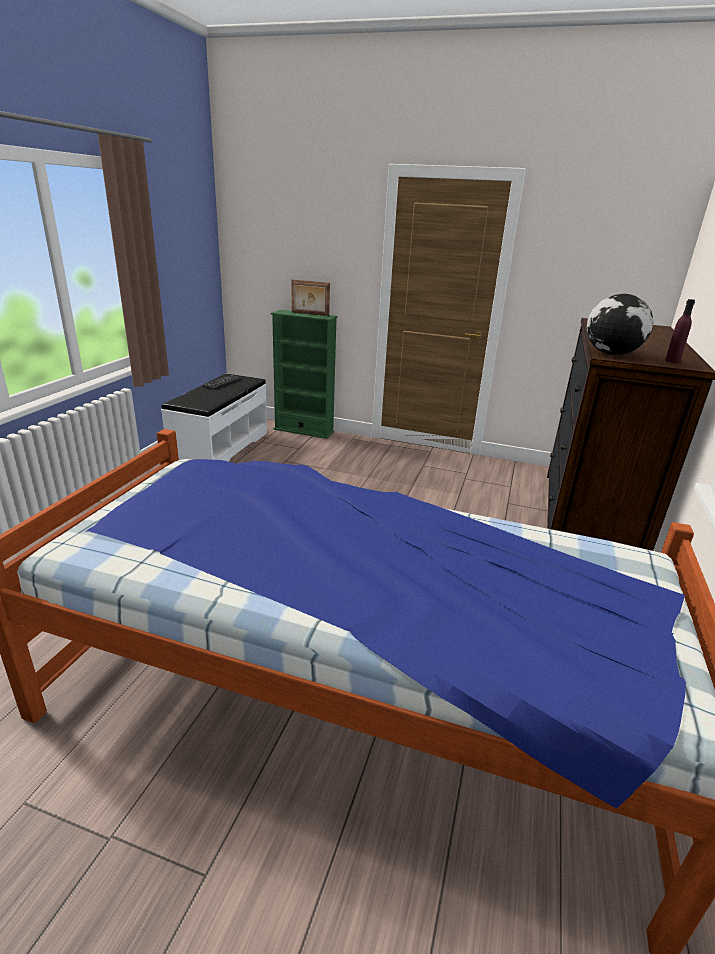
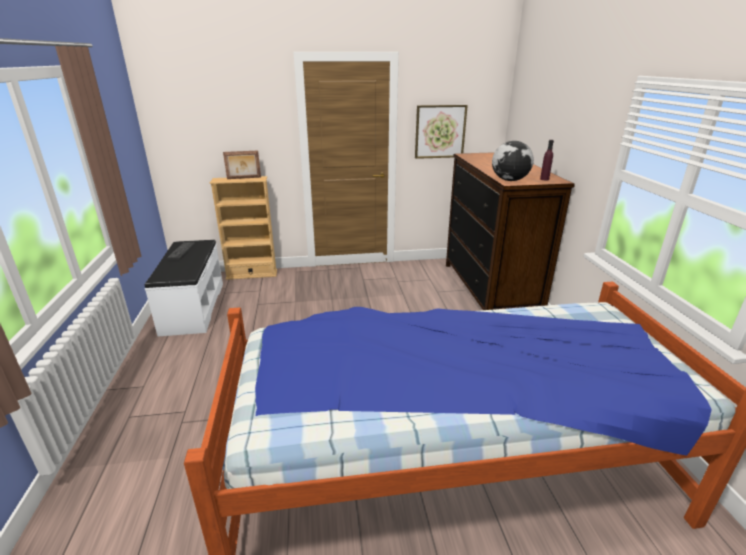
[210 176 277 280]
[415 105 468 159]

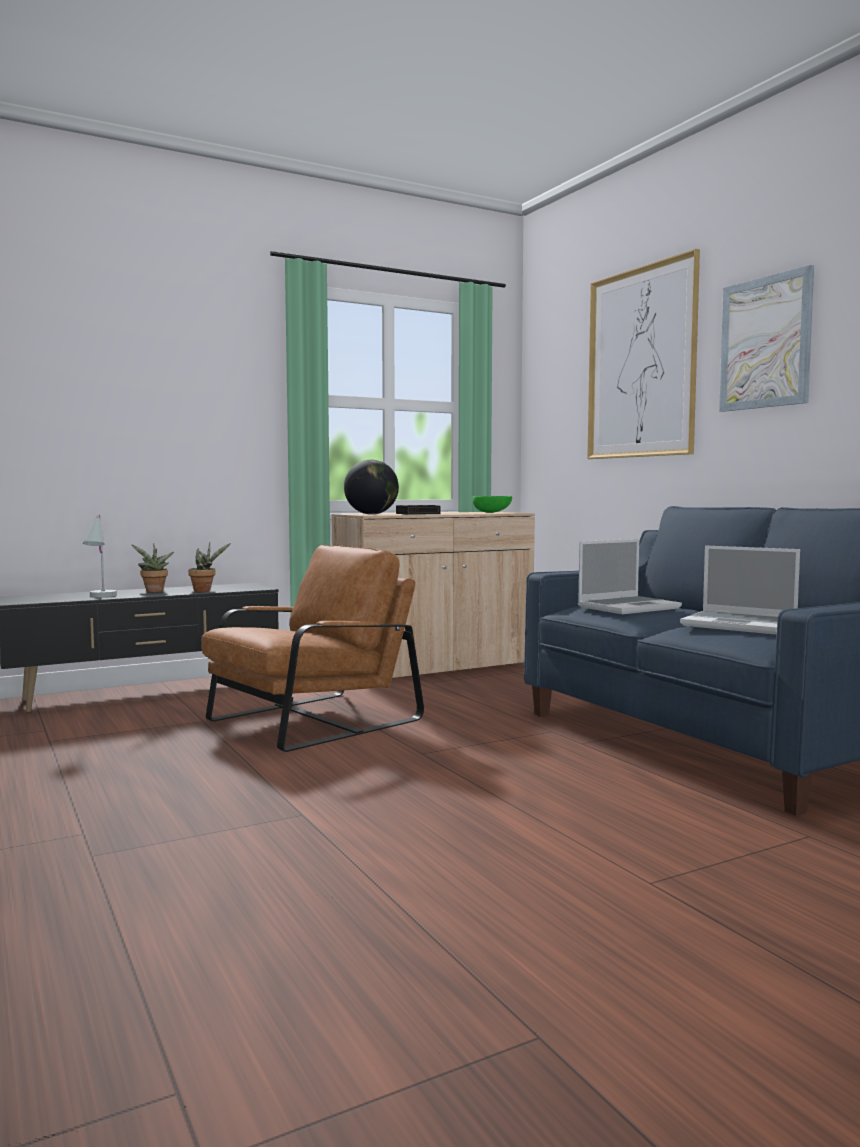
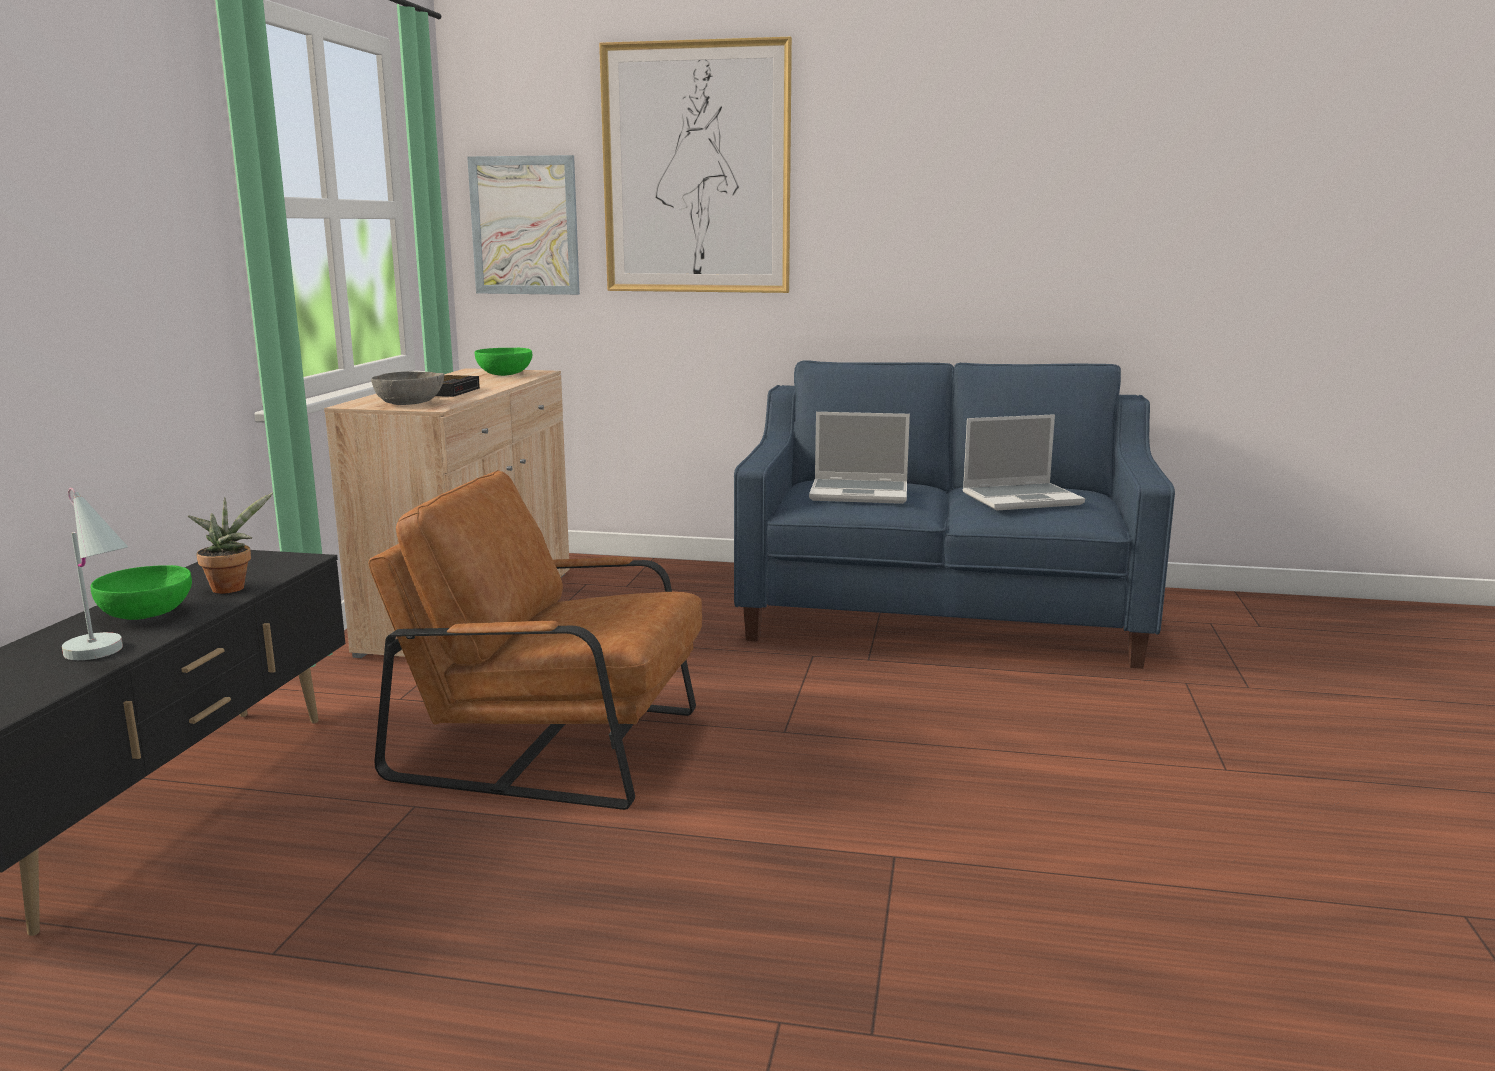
[91 565 192 620]
[368 470 702 810]
[371 371 444 405]
[809 412 910 504]
[467 155 580 295]

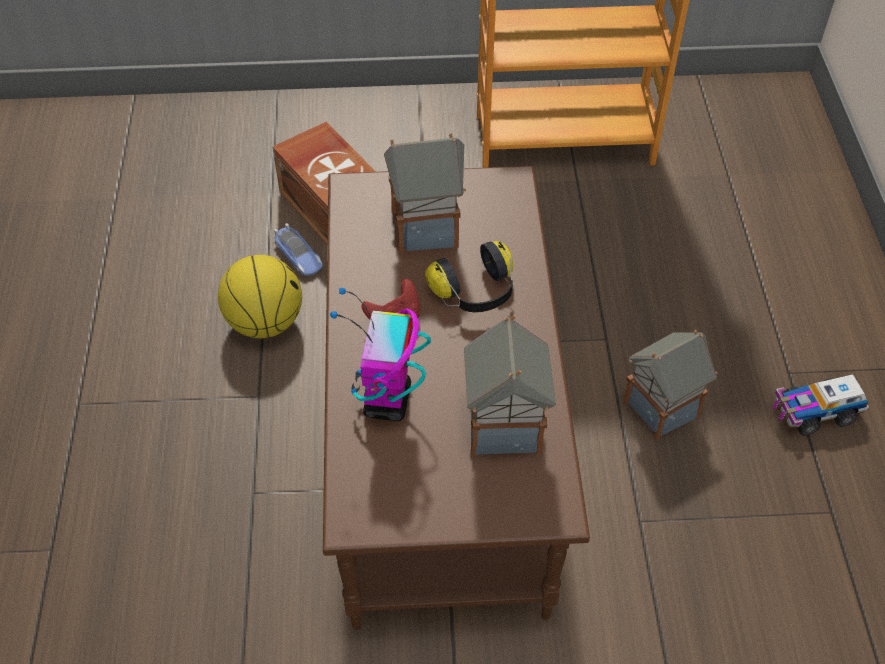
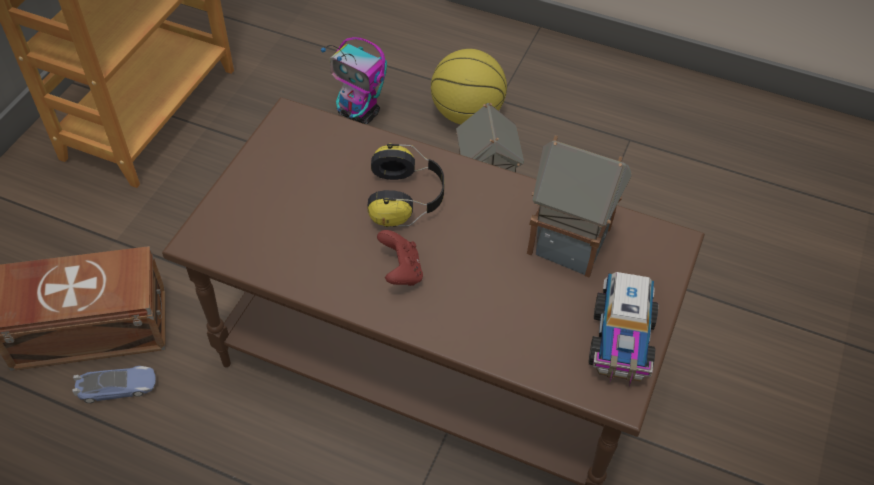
[431 49 507 125]
[321 37 387 125]
[384 133 466 254] (first image)
[589 272 658 386]

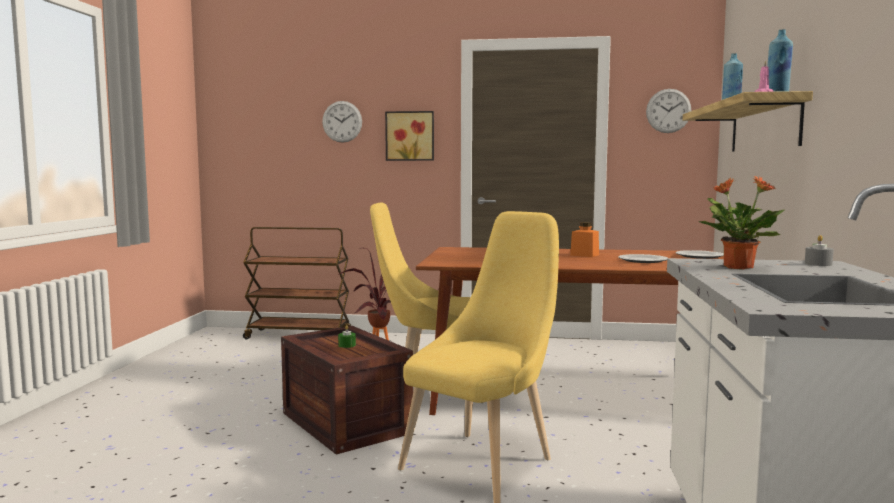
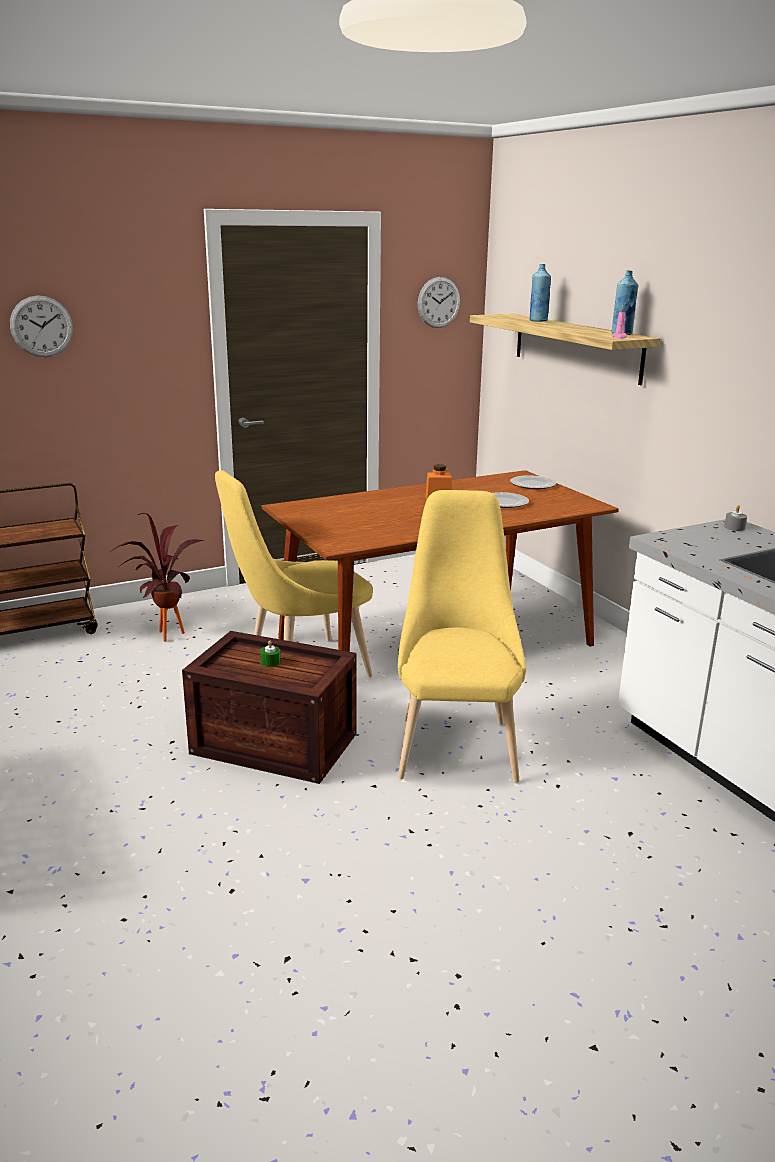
[385 111 434 161] (first image)
[698 176 785 270] (first image)

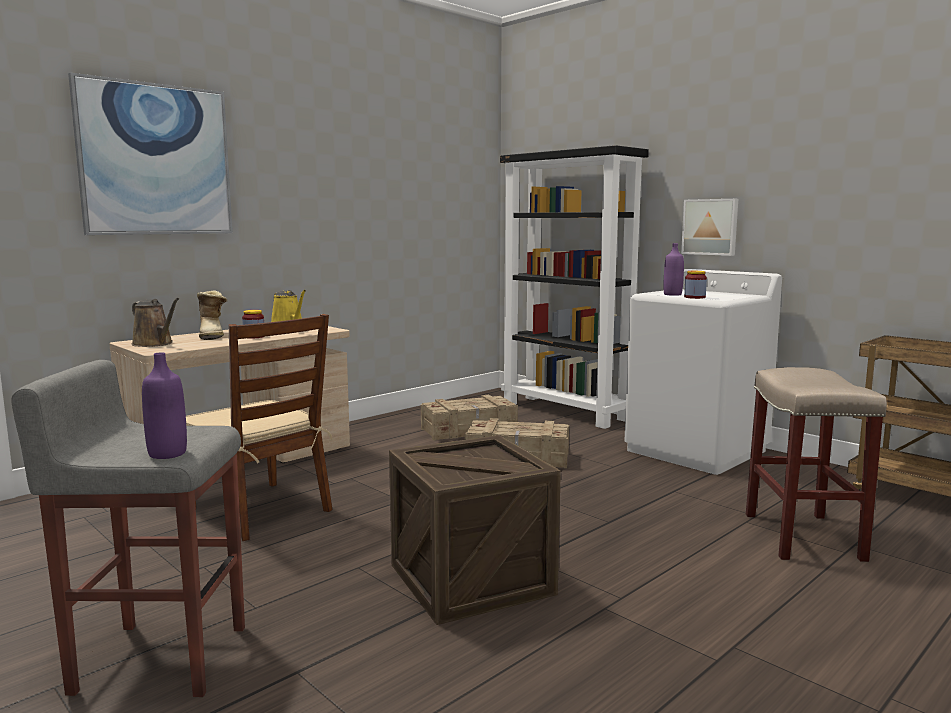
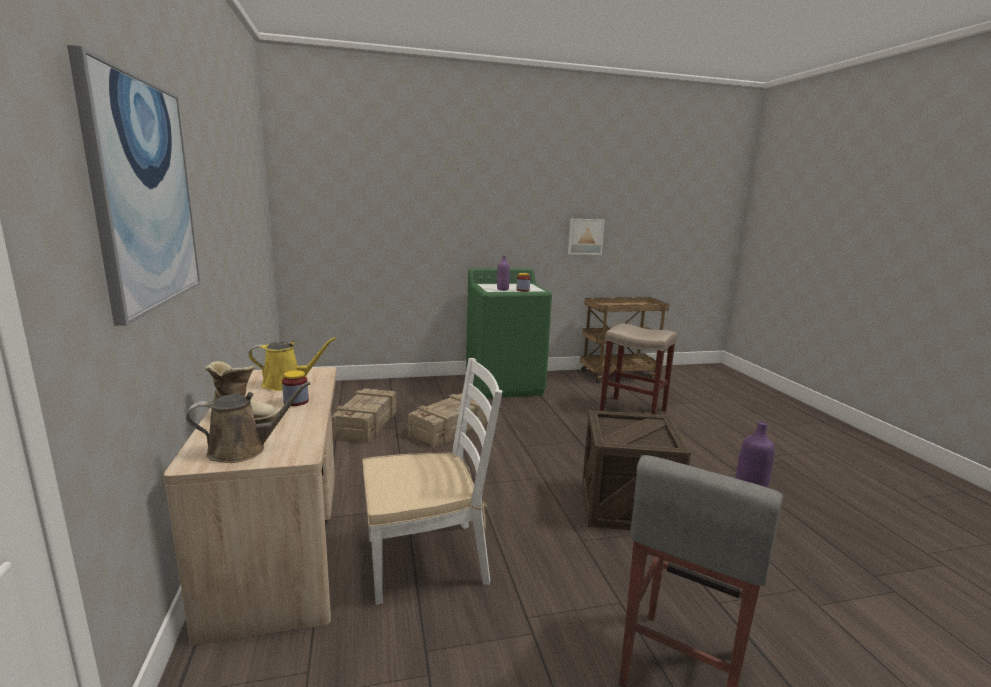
[362 358 502 605]
[500 145 649 429] (first image)
[466 269 552 399]
[568 219 605 255]

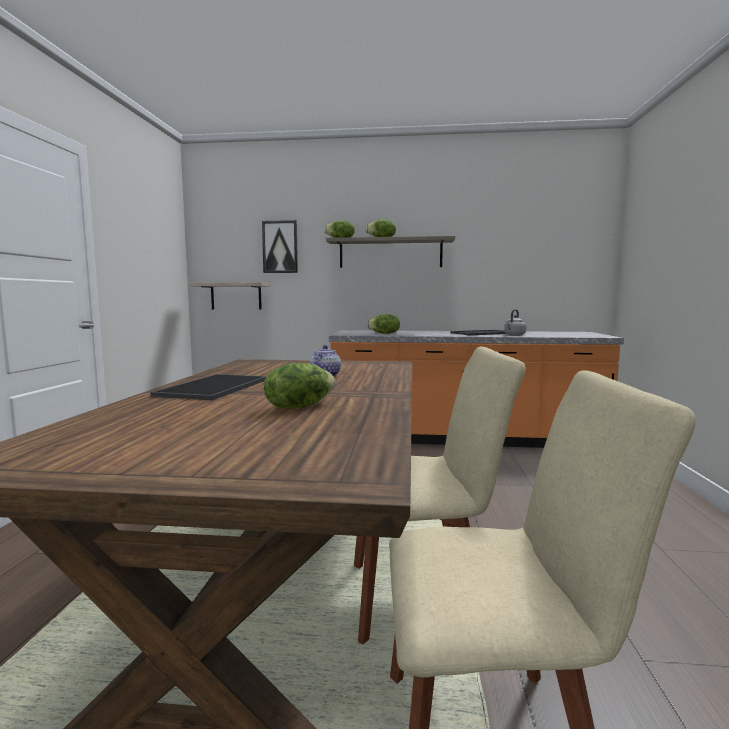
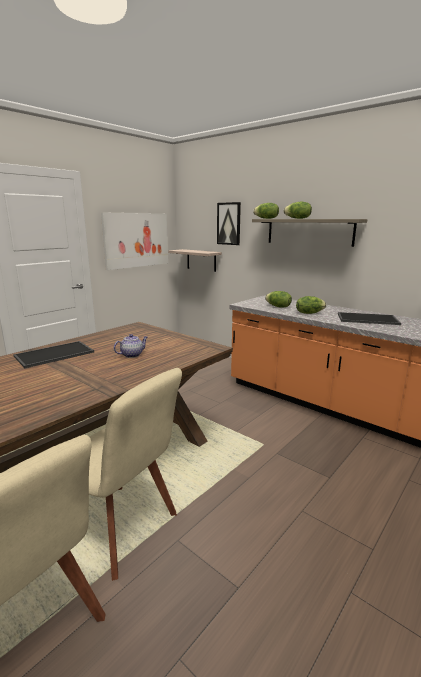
[296 296 326 314]
[504 309 526 336] (first image)
[101 212 168 270]

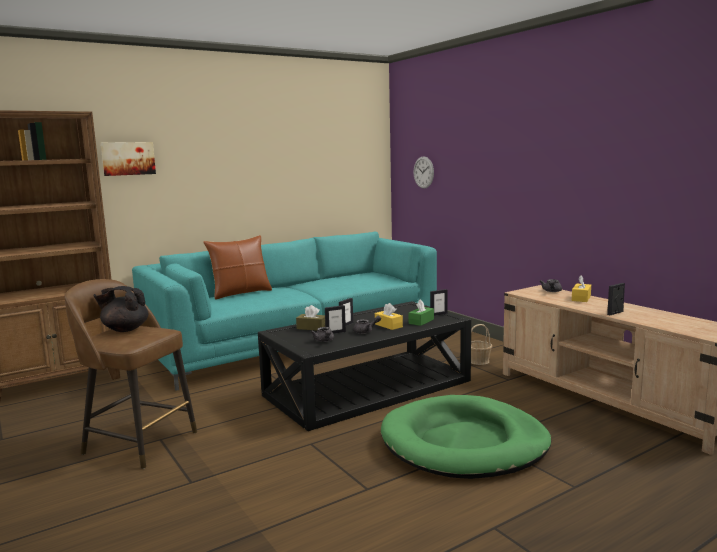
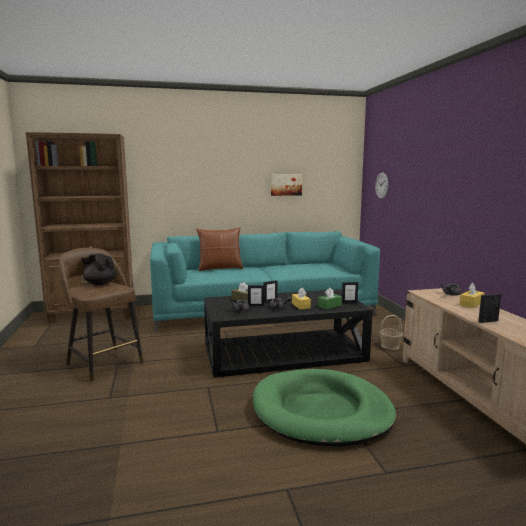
[271 175 302 196]

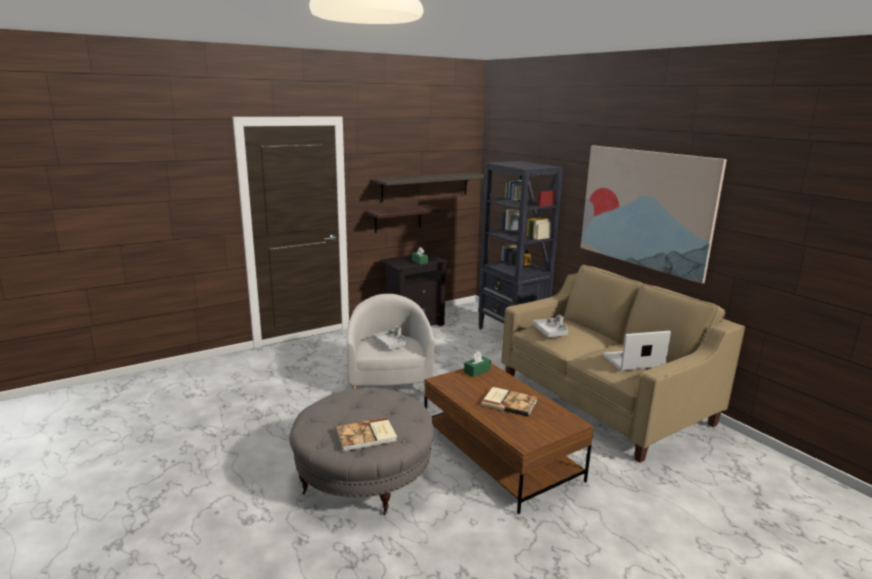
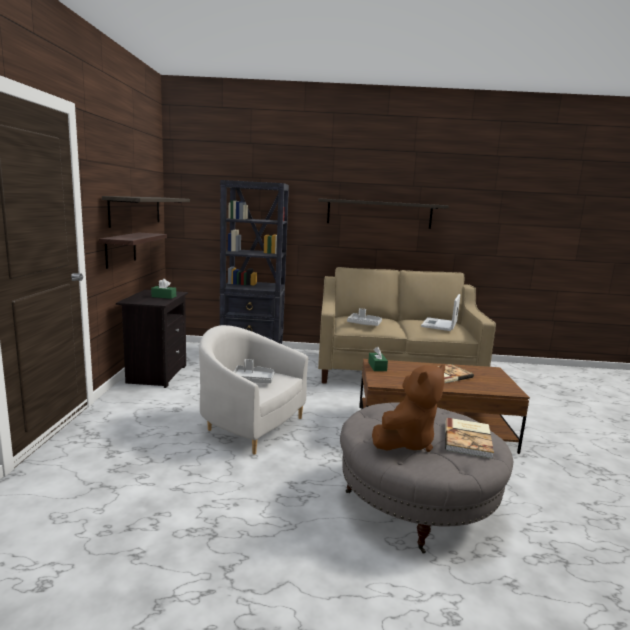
[318 198 449 229]
[372 365 445 452]

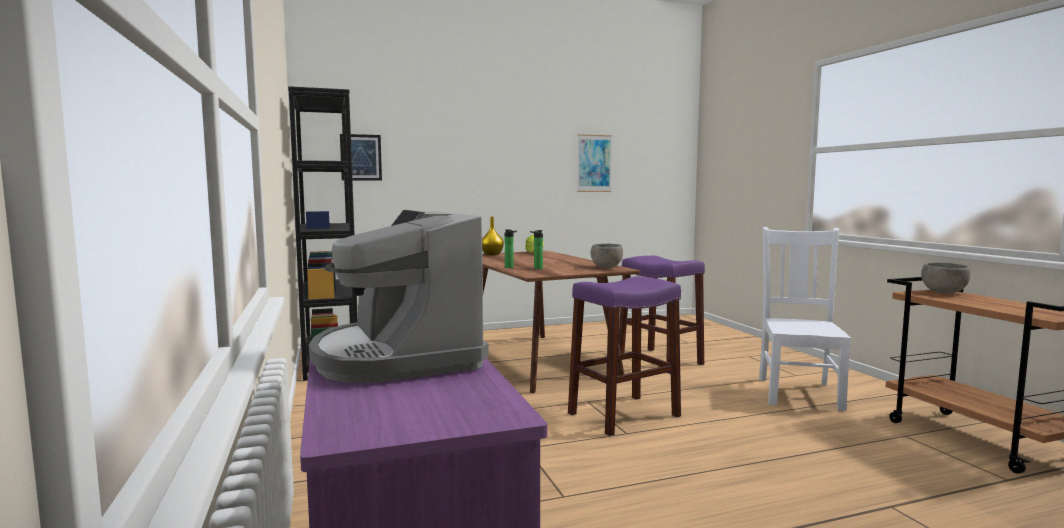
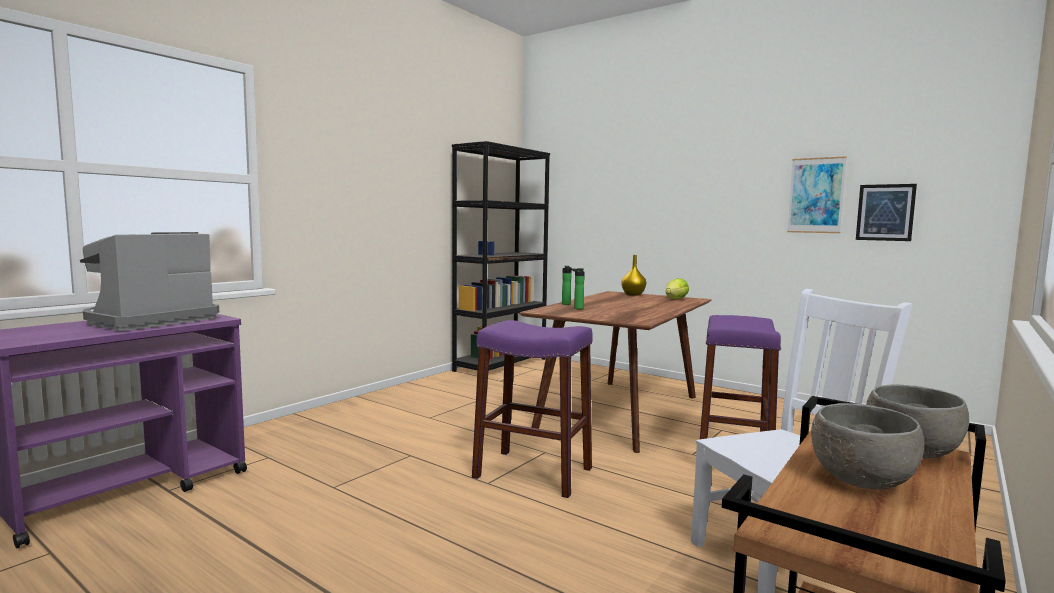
[856 184 917 241]
[811 403 924 490]

